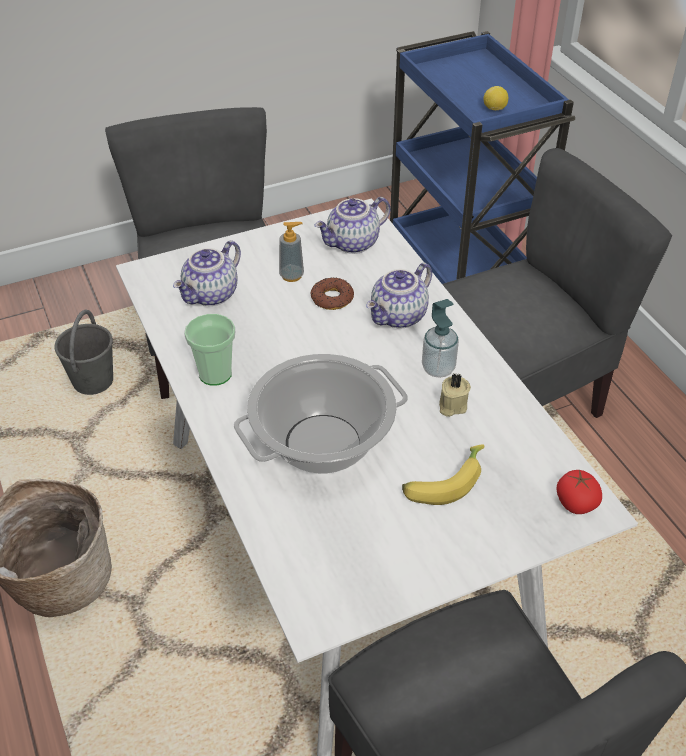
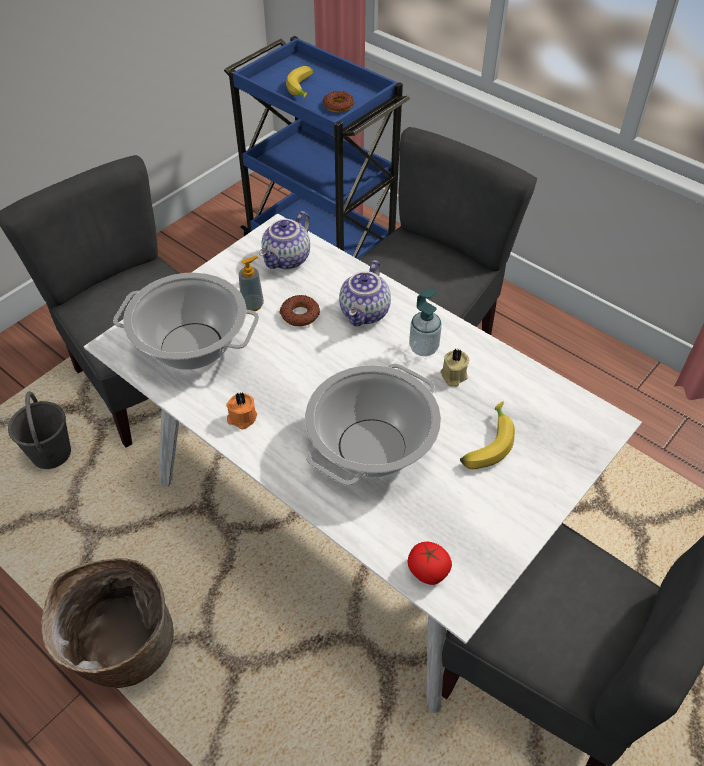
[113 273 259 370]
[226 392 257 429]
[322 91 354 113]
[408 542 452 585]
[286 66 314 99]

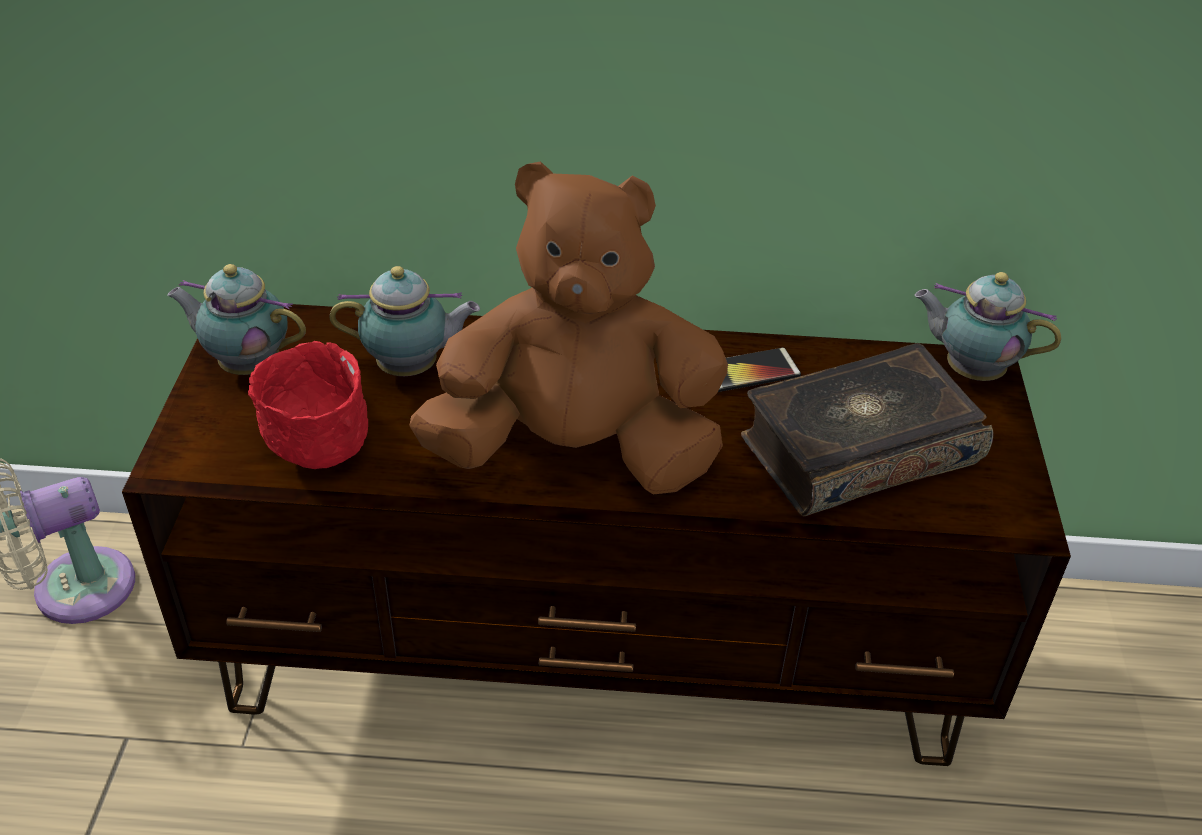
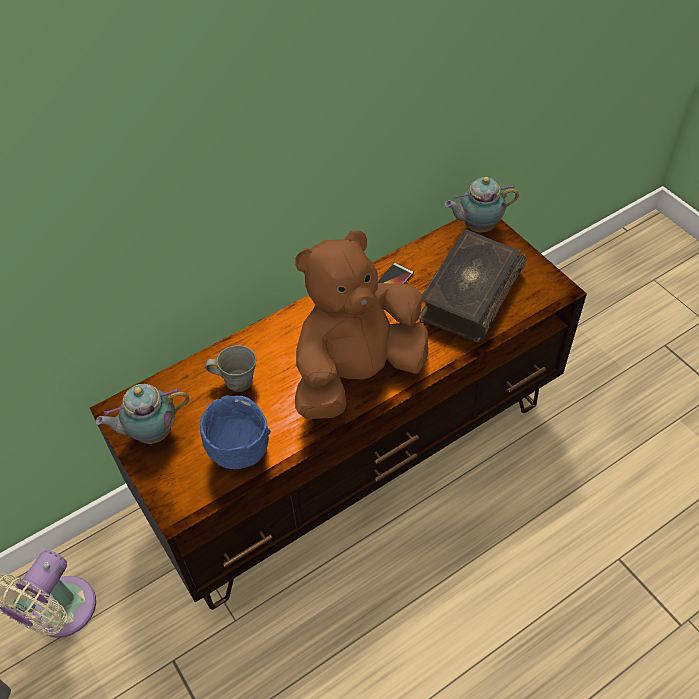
[200 395 271 469]
[205 345 256 392]

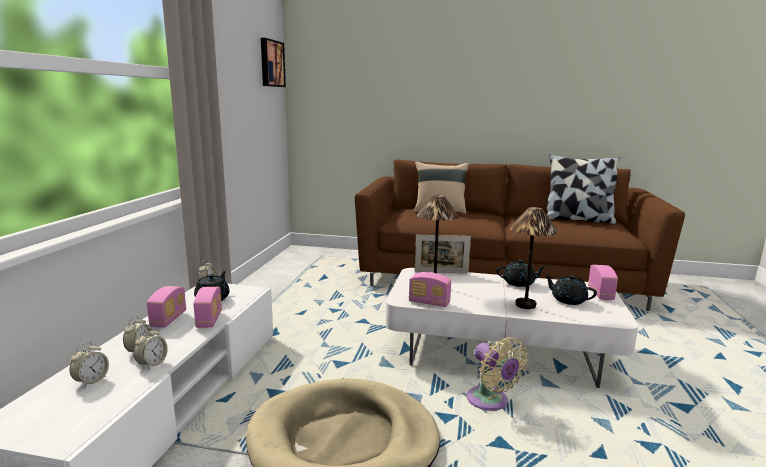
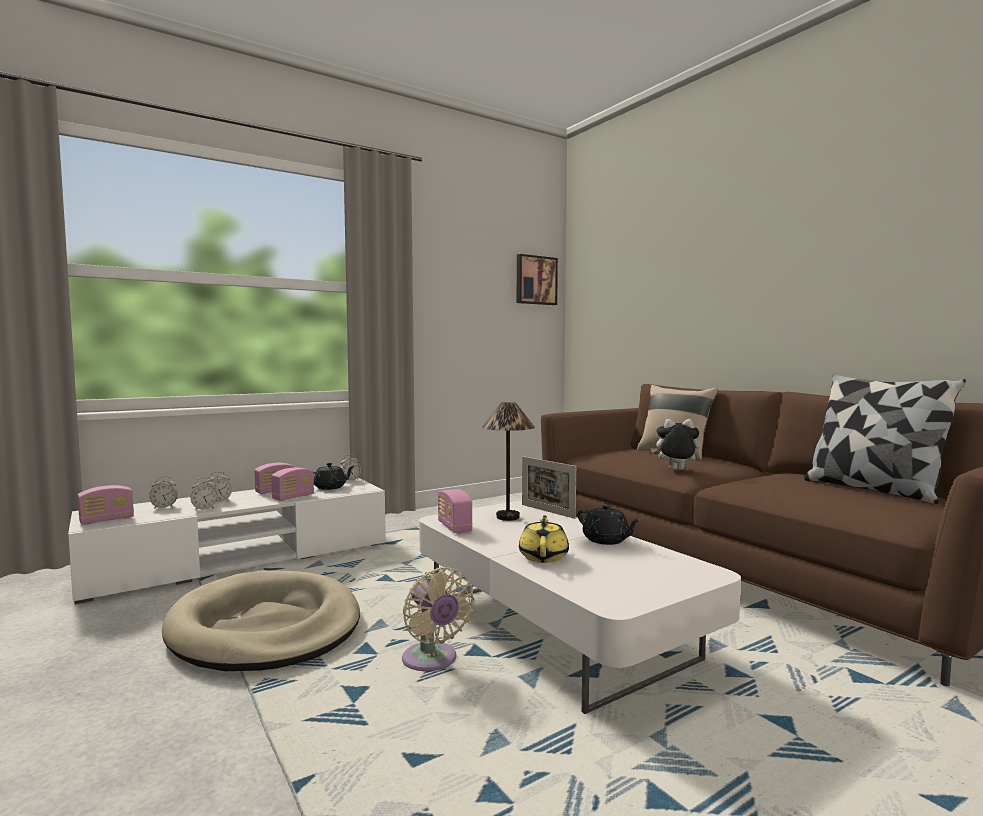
[402 567 475 671]
[519 515 569 563]
[544 274 597 305] (first image)
[78 485 134 525]
[650 419 700 470]

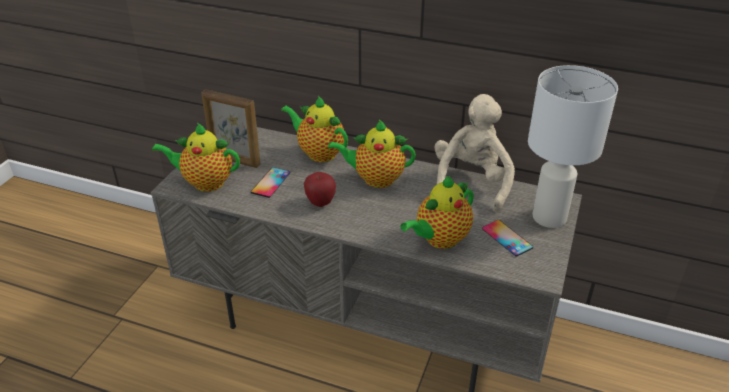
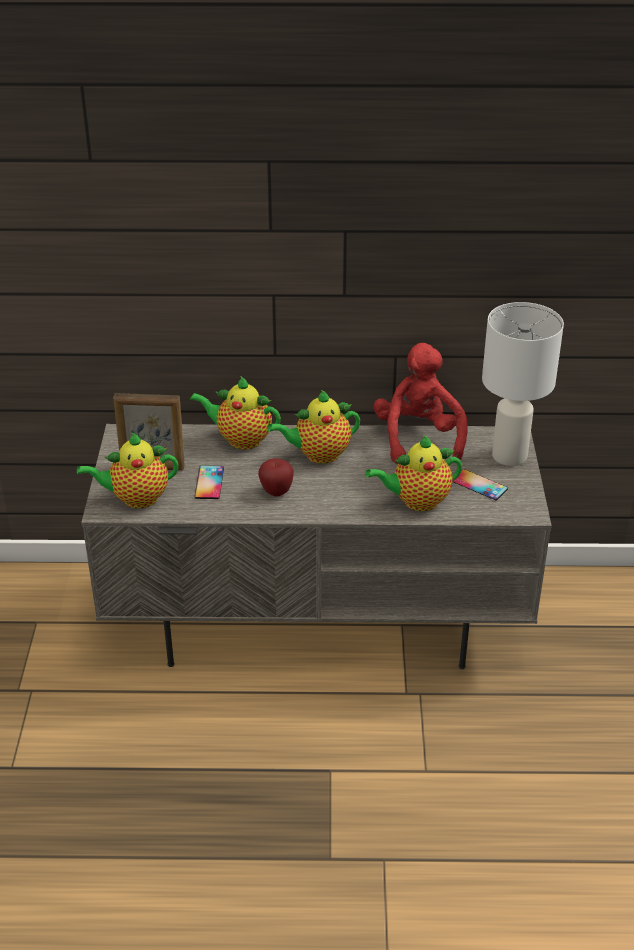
[365 436 462 511]
[374 343 468 464]

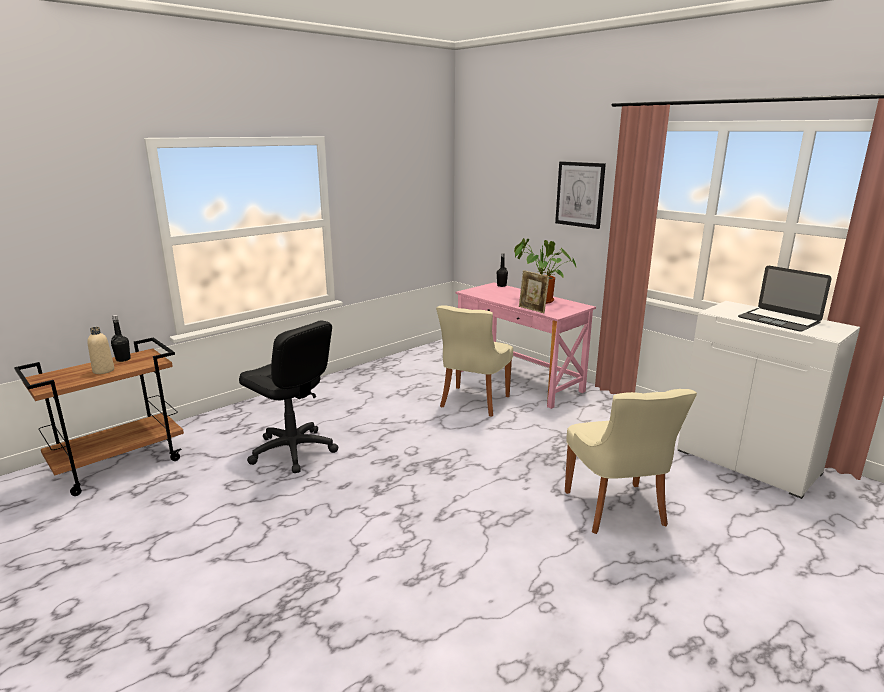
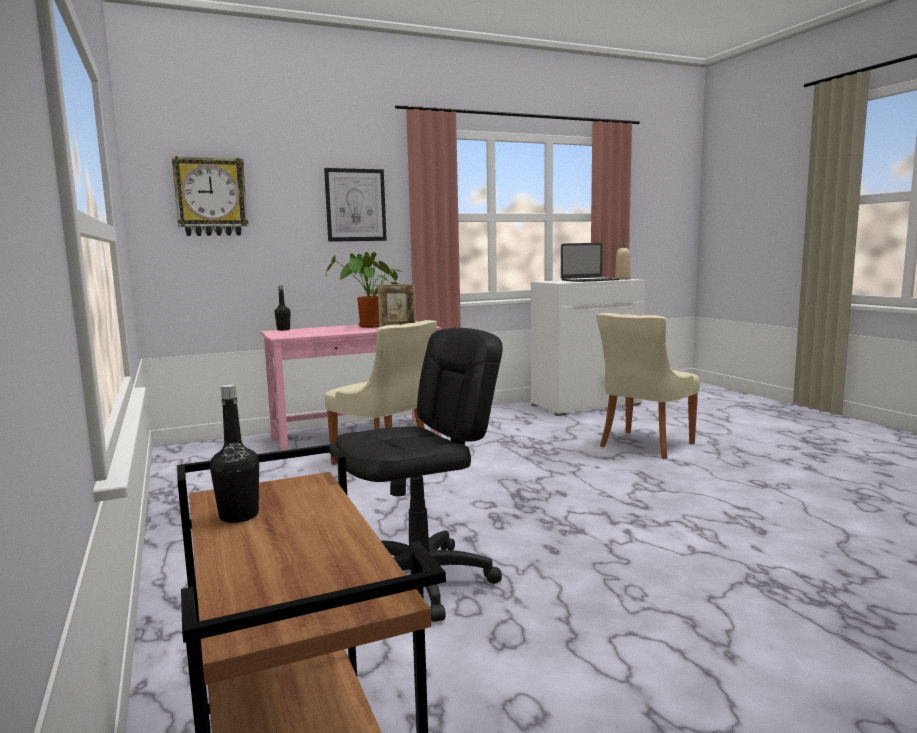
[615 243 631 280]
[596 313 700 459]
[172 156 248 236]

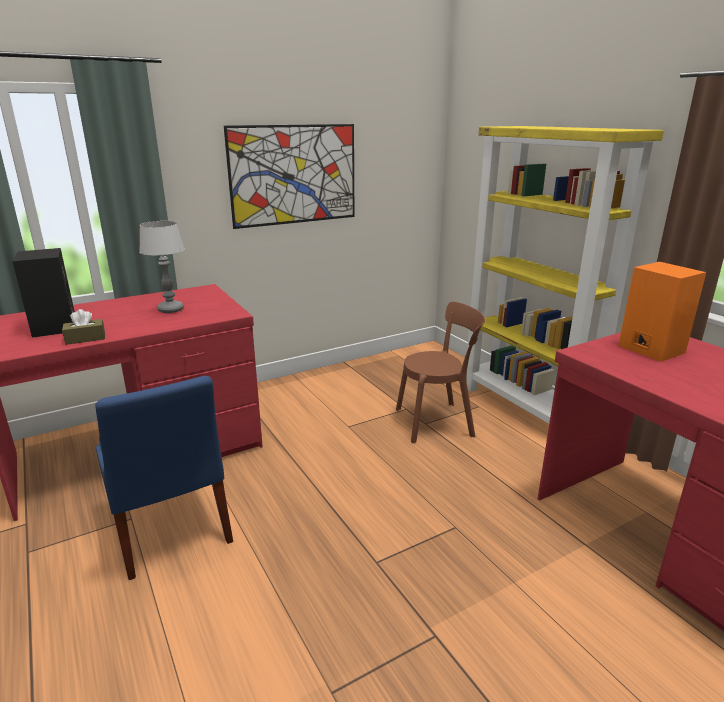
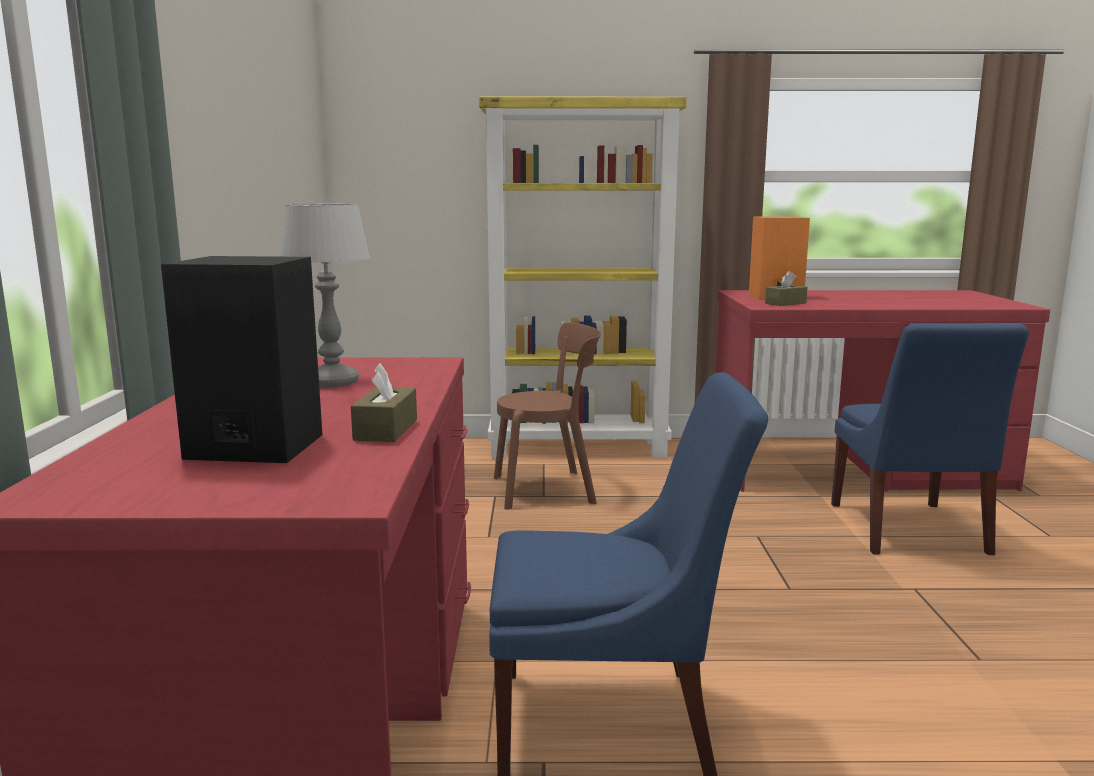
[224 124 354 229] (first image)
[494 322 602 510]
[765 271 807 306]
[831 323 1029 555]

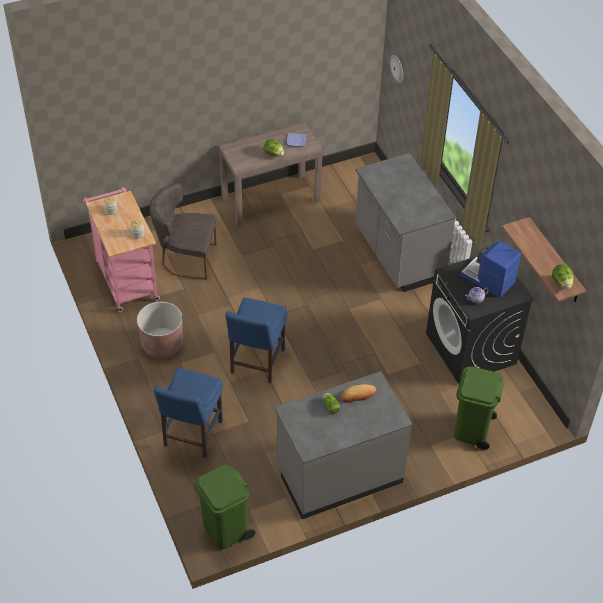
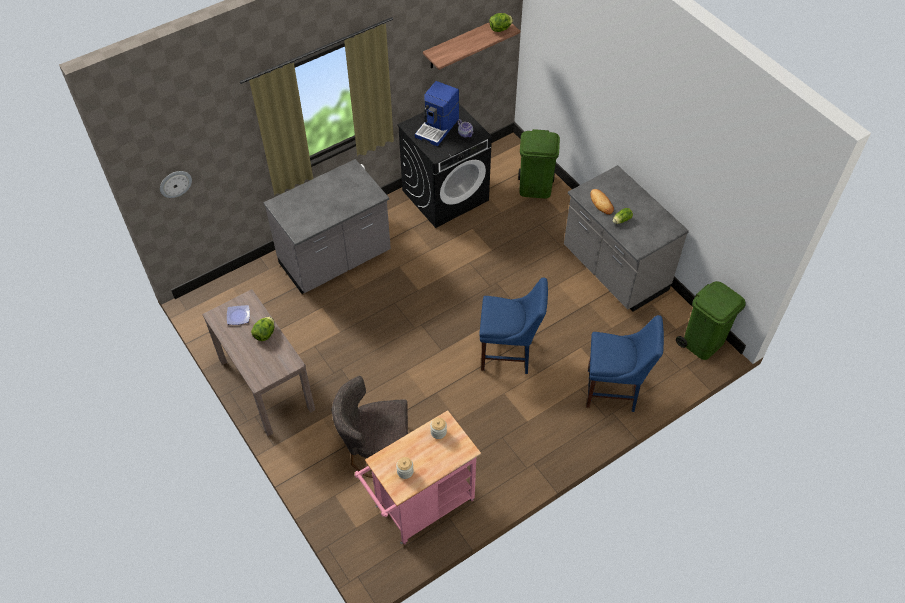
[137 302 183 358] (first image)
[331 376 408 478]

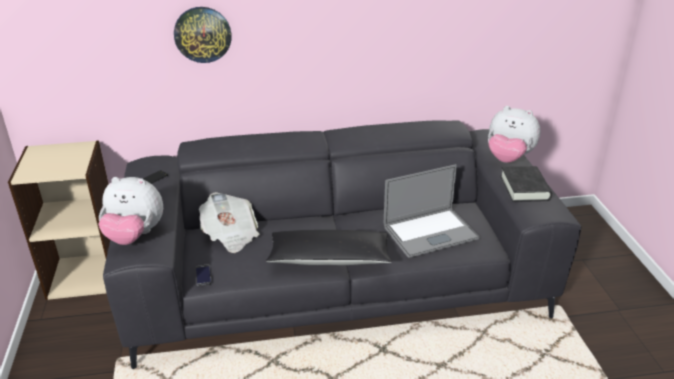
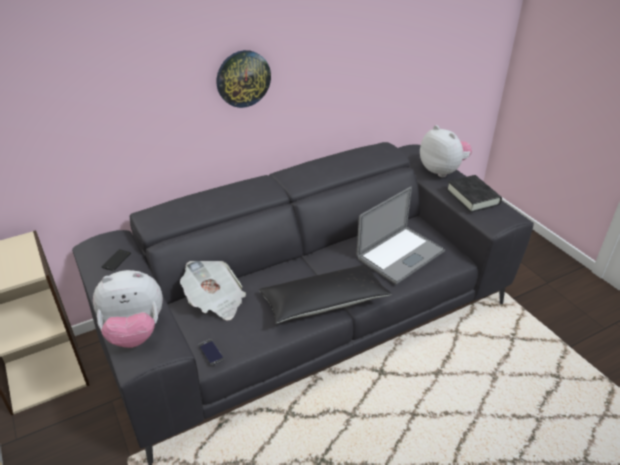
[217 50 271 108]
[420 125 472 177]

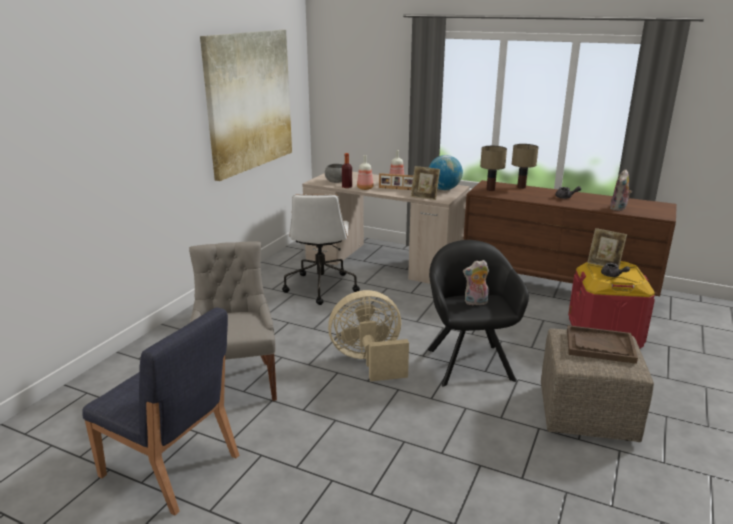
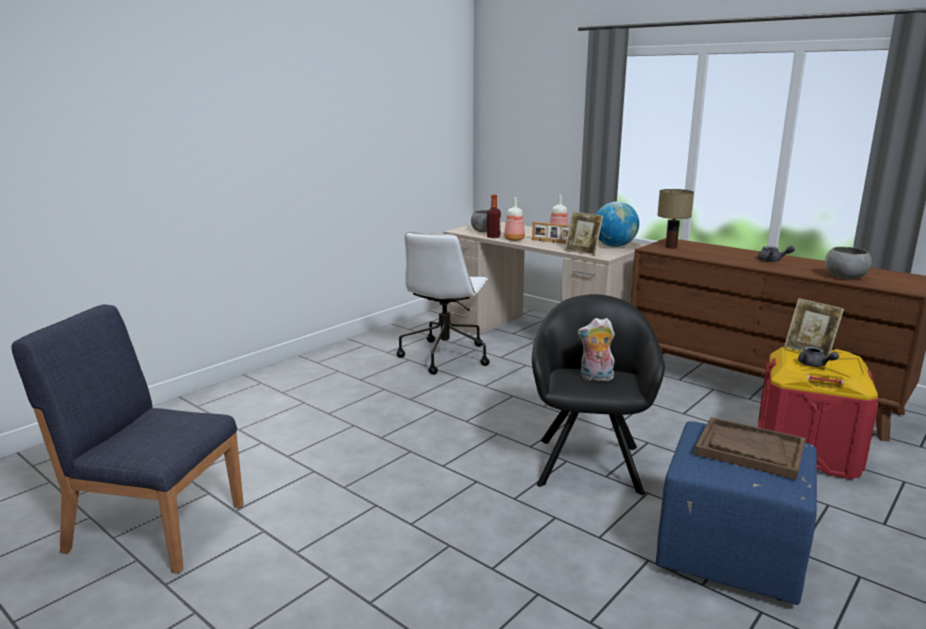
[11 304 244 574]
[189 241 277 401] (first image)
[200 30 292 181] (first image)
[328 290 409 382] (first image)
[512 144 538 189] (first image)
[656 421 817 605]
[825 247 872 279]

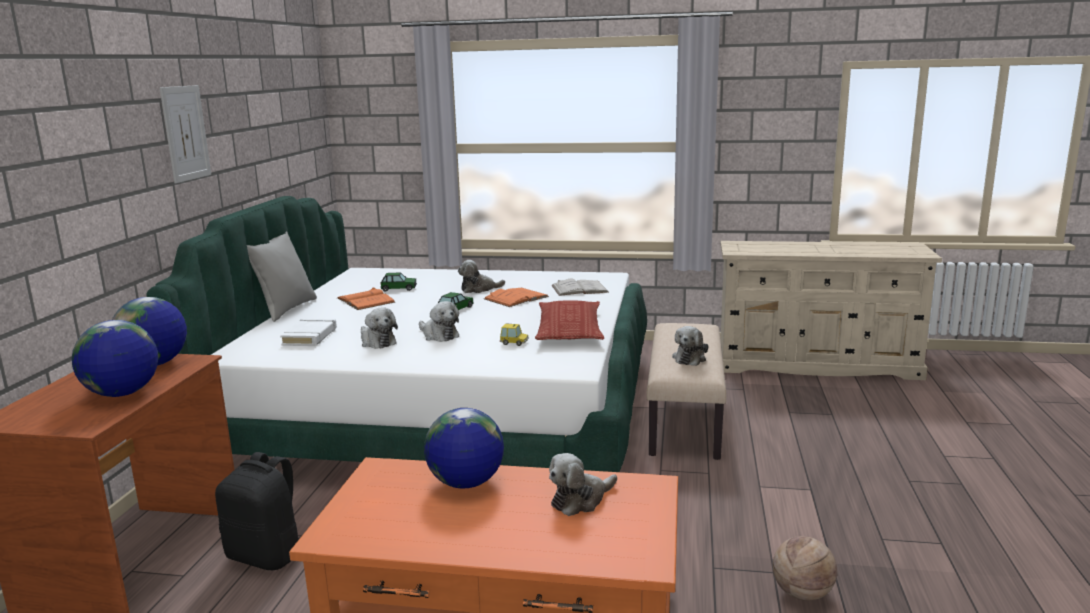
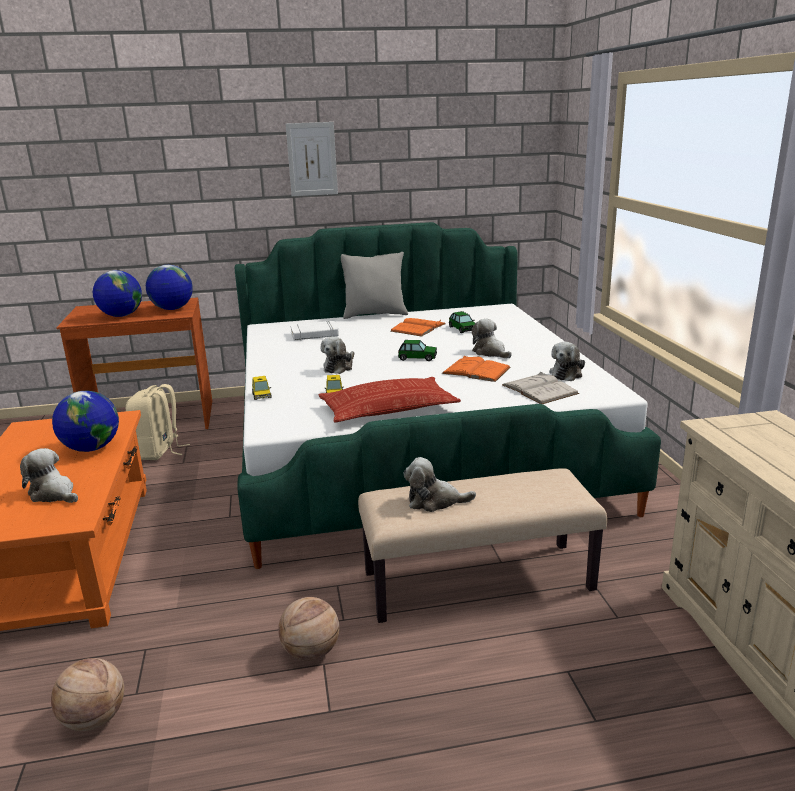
[126 384 190 460]
[549 342 585 381]
[252 376 272 400]
[278 597 339 661]

